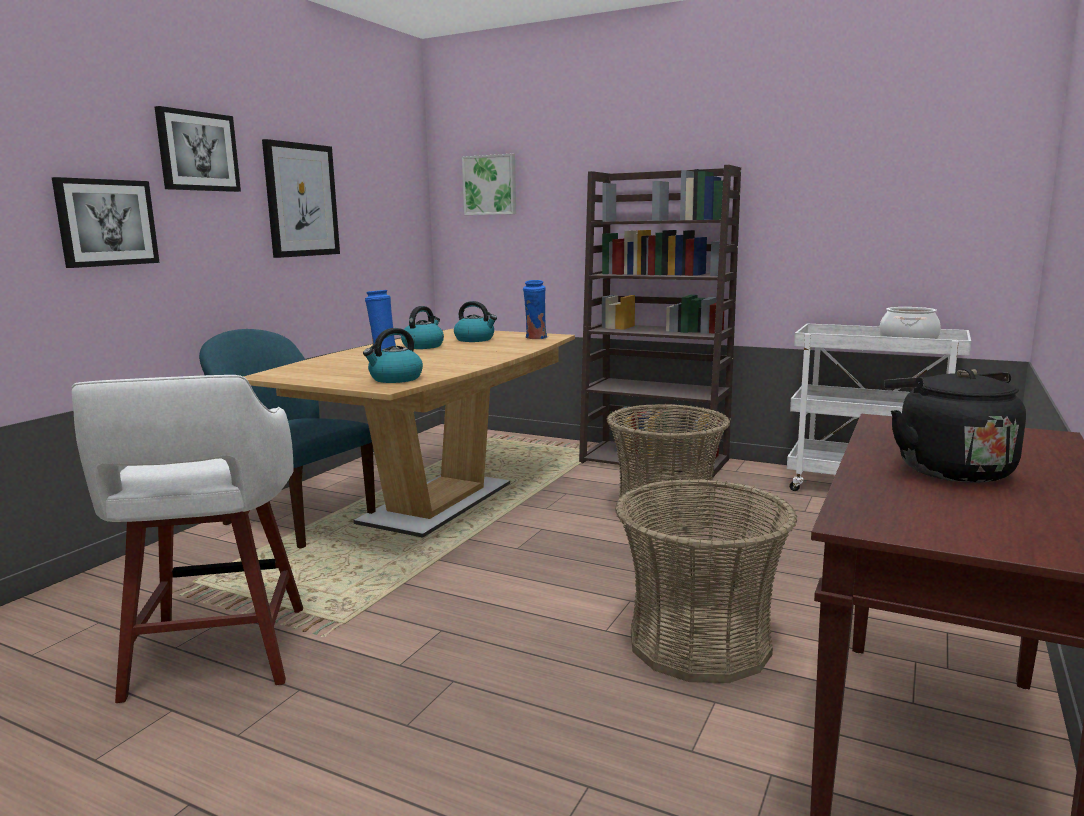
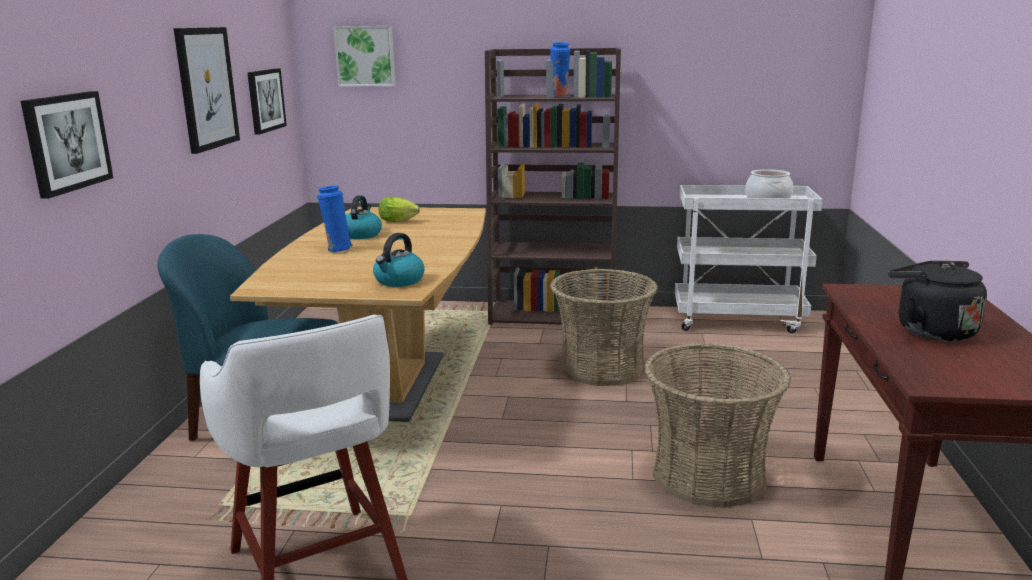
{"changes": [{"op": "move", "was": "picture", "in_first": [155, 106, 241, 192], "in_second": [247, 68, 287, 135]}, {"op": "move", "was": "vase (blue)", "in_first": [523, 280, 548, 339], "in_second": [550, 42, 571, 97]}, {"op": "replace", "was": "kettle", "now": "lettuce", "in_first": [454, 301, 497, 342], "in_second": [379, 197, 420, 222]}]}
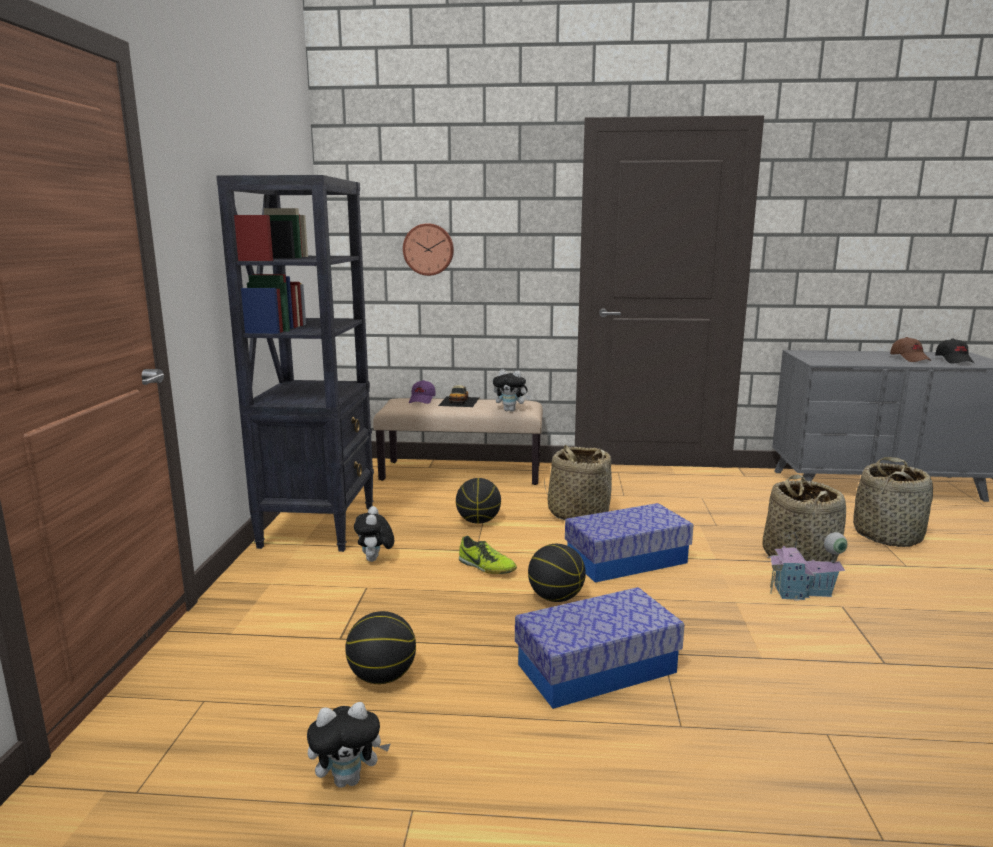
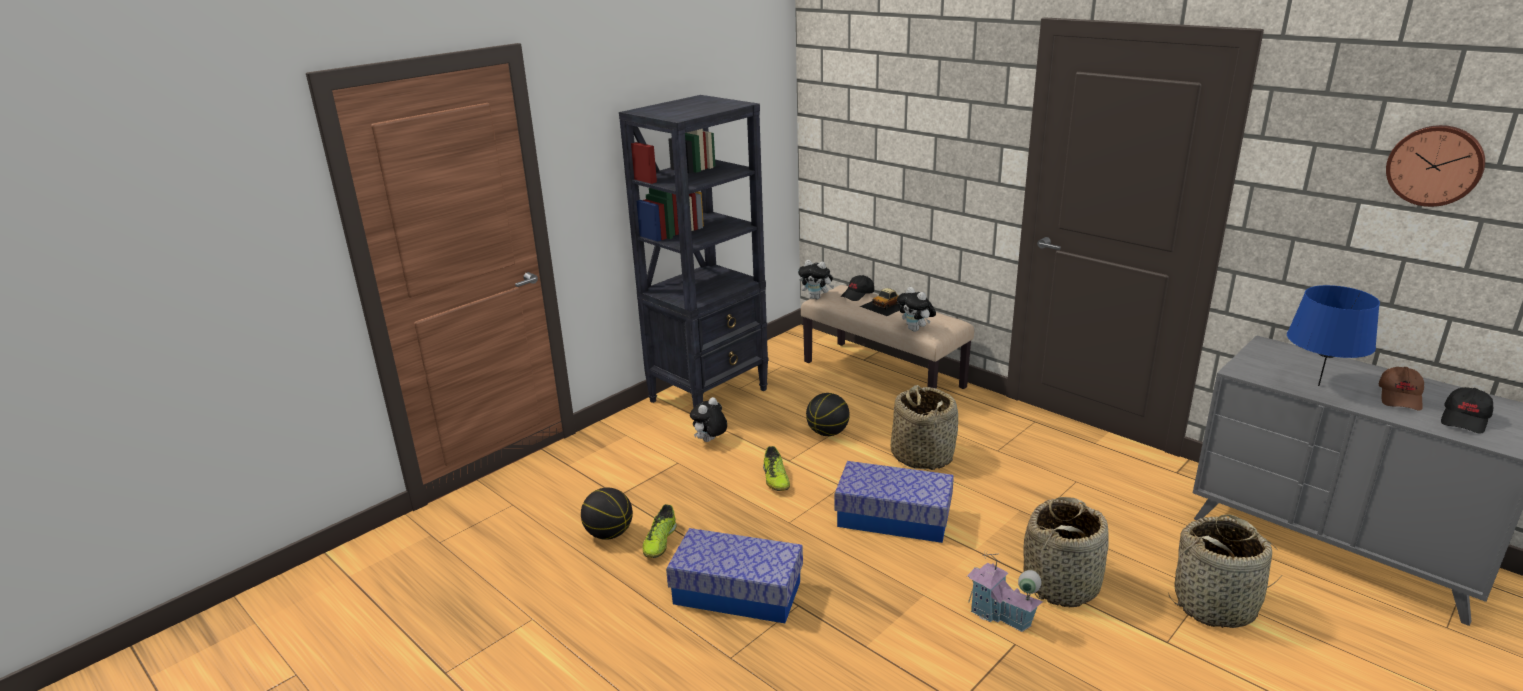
{"changes": [{"op": "delete", "was": "basketball", "in_first": [528, 544, 586, 602]}, {"op": "insert", "now": "shoe", "in_second": [642, 504, 677, 558]}, {"op": "insert", "now": "table lamp (blue)", "in_second": [1287, 285, 1380, 386]}, {"op": "move", "was": "plush toy", "in_first": [307, 702, 391, 788], "in_second": [798, 260, 834, 299]}, {"op": "move", "was": "wall clock", "in_first": [403, 223, 454, 276], "in_second": [1386, 125, 1485, 207]}, {"op": "recolor", "was": "cap (purple)", "now": "cap (black)", "in_first": [409, 380, 436, 404], "in_second": [841, 275, 874, 301]}]}
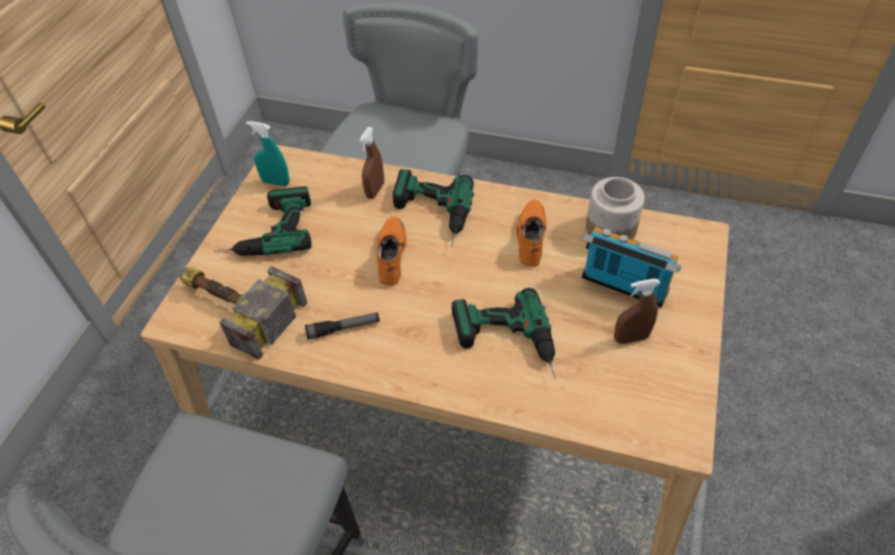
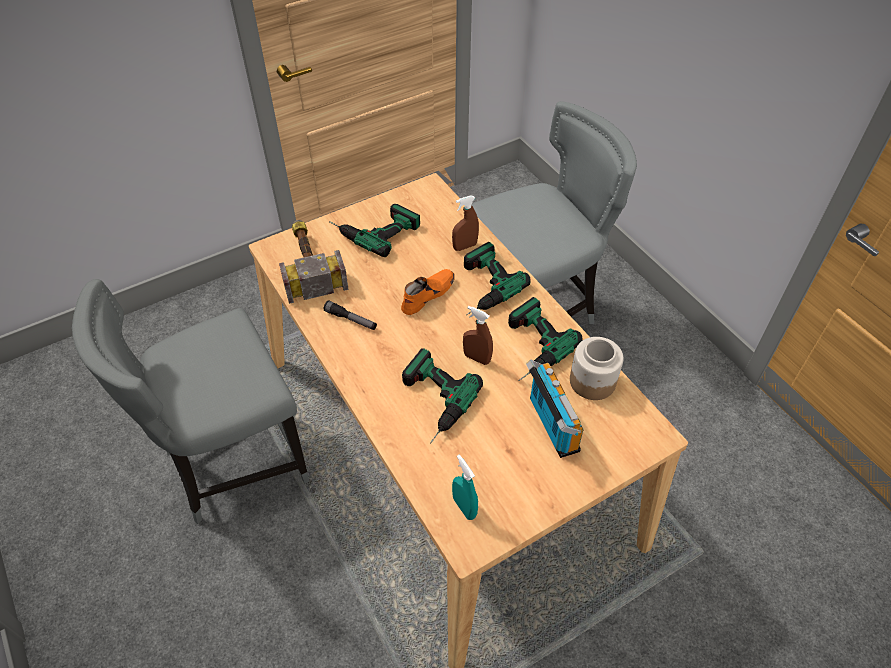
{"changes": [{"op": "move", "was": "spray bottle (turquoise)", "in_first": [246, 121, 290, 186], "in_second": [452, 454, 478, 520]}, {"op": "move", "was": "spray bottle (brown)", "in_first": [614, 279, 660, 344], "in_second": [463, 306, 493, 365]}, {"op": "replace", "was": "shoe (orange)", "now": "power drill", "in_first": [517, 199, 546, 267], "in_second": [508, 297, 583, 381]}]}
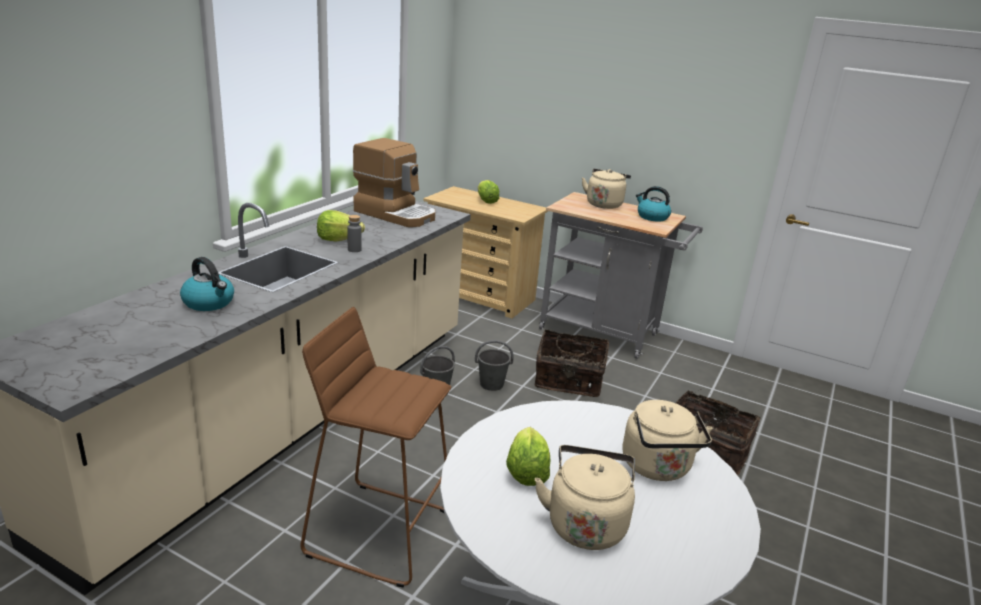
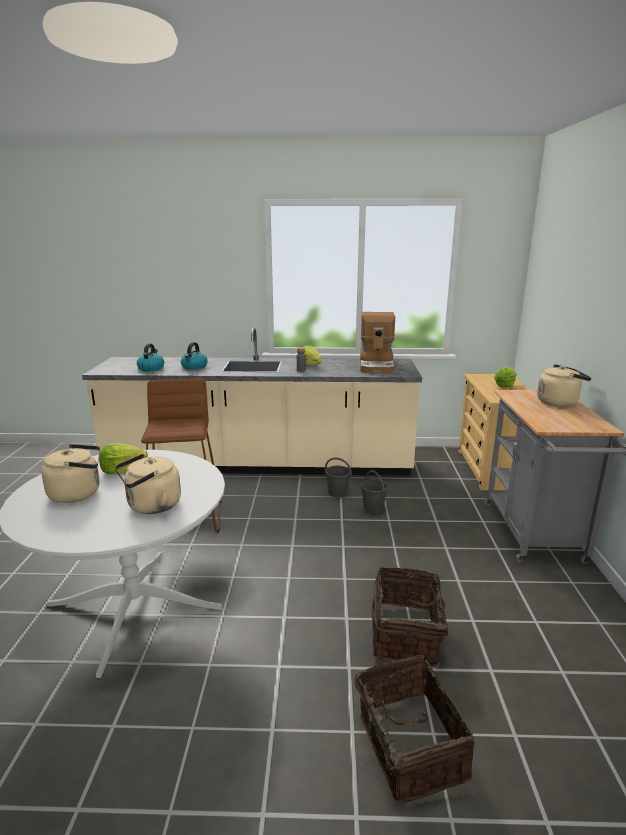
{"changes": [{"op": "move", "was": "basket", "in_first": [535, 329, 609, 397], "in_second": [355, 654, 474, 804]}, {"op": "move", "was": "kettle", "in_first": [636, 186, 671, 222], "in_second": [137, 344, 164, 371]}]}
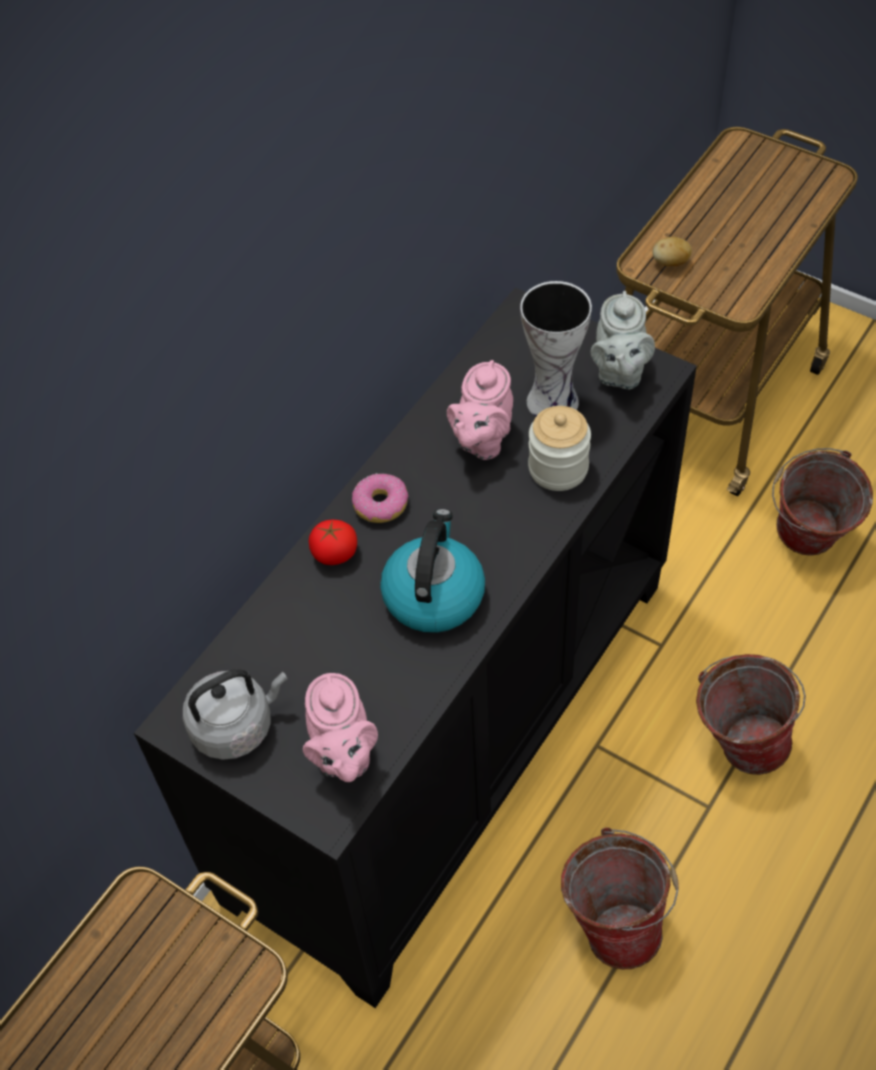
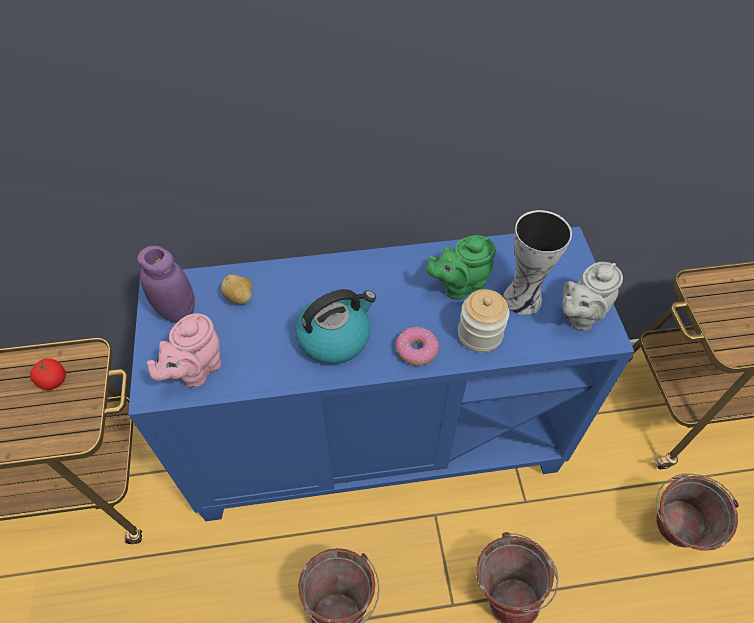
{"changes": [{"op": "move", "was": "tomato", "in_first": [309, 520, 357, 565], "in_second": [30, 358, 66, 390]}, {"op": "move", "was": "donut", "in_first": [352, 473, 409, 523], "in_second": [396, 327, 439, 366]}, {"op": "move", "was": "potato", "in_first": [652, 237, 692, 266], "in_second": [221, 275, 252, 305]}, {"op": "replace", "was": "kettle (grey)", "now": "jar (purple)", "in_first": [183, 669, 288, 760], "in_second": [137, 246, 195, 323]}, {"op": "recolor", "was": "cabinet (black)", "now": "cabinet (blue)", "in_first": [134, 288, 697, 1008], "in_second": [128, 227, 634, 521]}, {"op": "recolor", "was": "teapot (pink)", "now": "teapot (green)", "in_first": [447, 360, 513, 460], "in_second": [426, 235, 496, 300]}]}
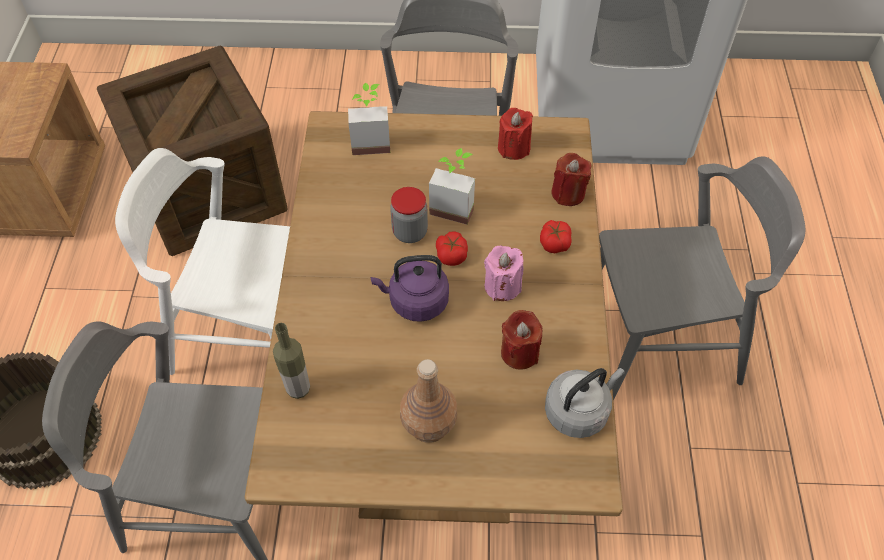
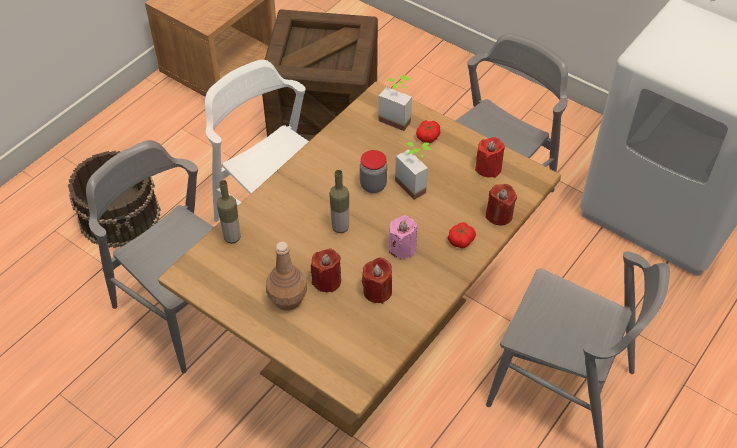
{"changes": [{"op": "delete", "was": "kettle (grey)", "in_first": [545, 368, 625, 438]}, {"op": "insert", "now": "candle (red)", "in_second": [311, 248, 341, 292]}, {"op": "move", "was": "tomato", "in_first": [436, 232, 468, 266], "in_second": [416, 120, 441, 143]}, {"op": "replace", "was": "kettle (purple)", "now": "bottle", "in_first": [371, 255, 449, 322], "in_second": [329, 170, 349, 233]}]}
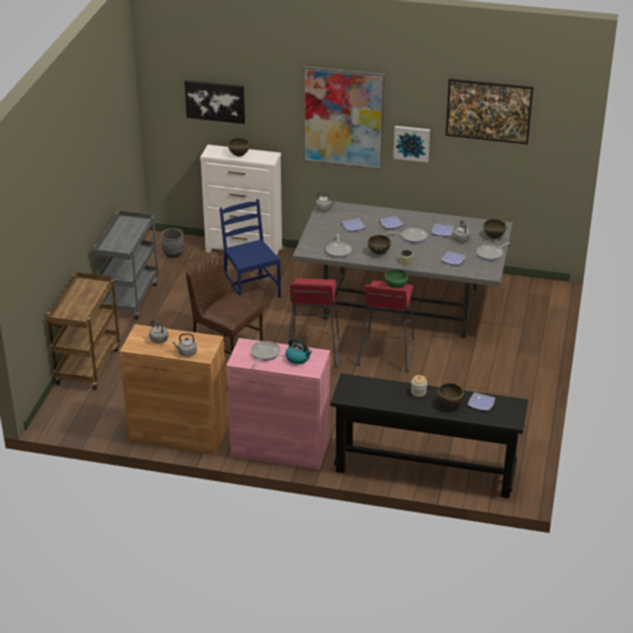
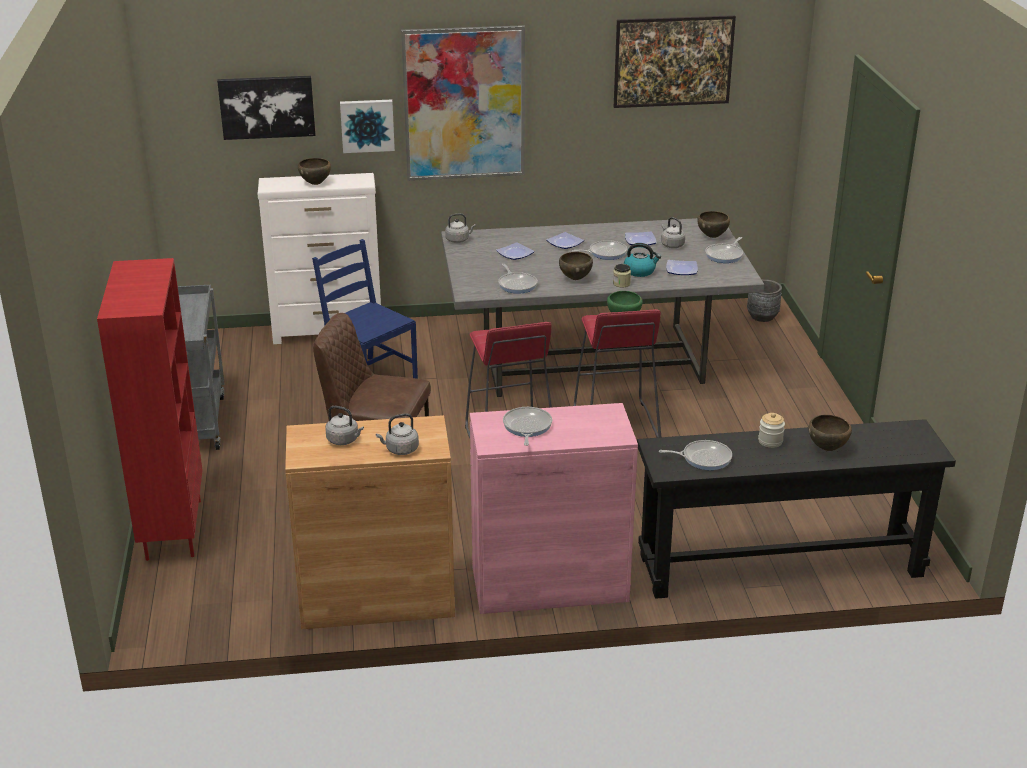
{"changes": [{"op": "delete", "was": "plate", "in_first": [468, 392, 495, 411]}, {"op": "insert", "now": "frying pan", "in_second": [659, 440, 732, 470]}, {"op": "move", "was": "planter (grey)", "in_first": [161, 228, 184, 258], "in_second": [747, 279, 782, 322]}, {"op": "move", "was": "kettle", "in_first": [285, 338, 312, 364], "in_second": [624, 243, 661, 277]}, {"op": "move", "was": "picture", "in_first": [393, 126, 430, 163], "in_second": [340, 99, 395, 153]}, {"op": "replace", "was": "cart (brown)", "now": "bookcase (red)", "in_first": [47, 272, 120, 390], "in_second": [97, 258, 203, 561]}]}
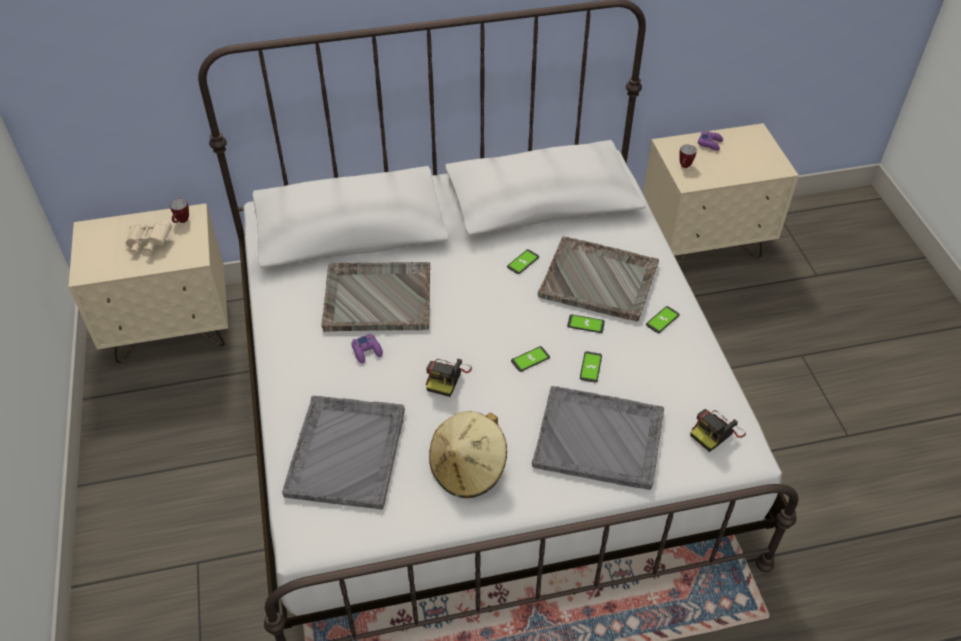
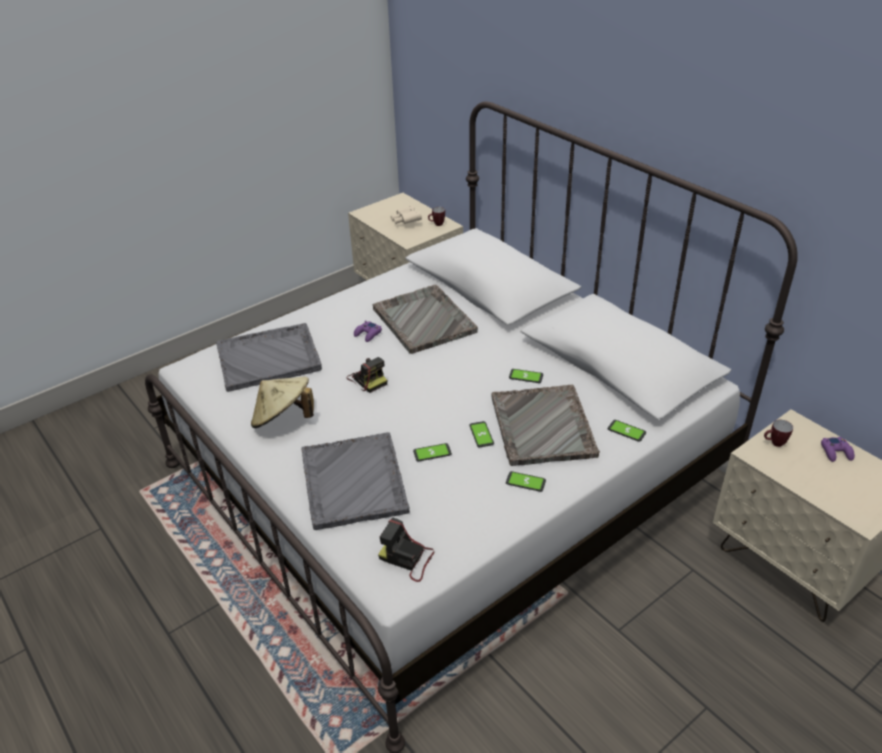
{"changes": [{"op": "move", "was": "phone", "in_first": [511, 346, 550, 372], "in_second": [608, 420, 646, 442]}, {"op": "rotate", "was": "photo camera", "in_first": [426, 359, 472, 397], "in_second": [347, 357, 387, 393], "clockwise": -120}]}
